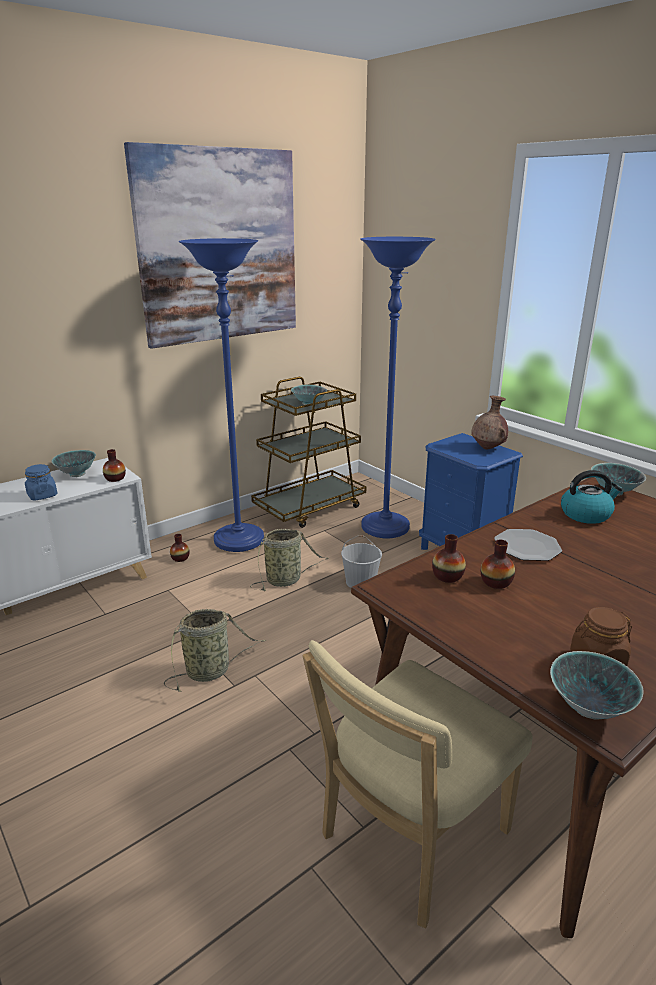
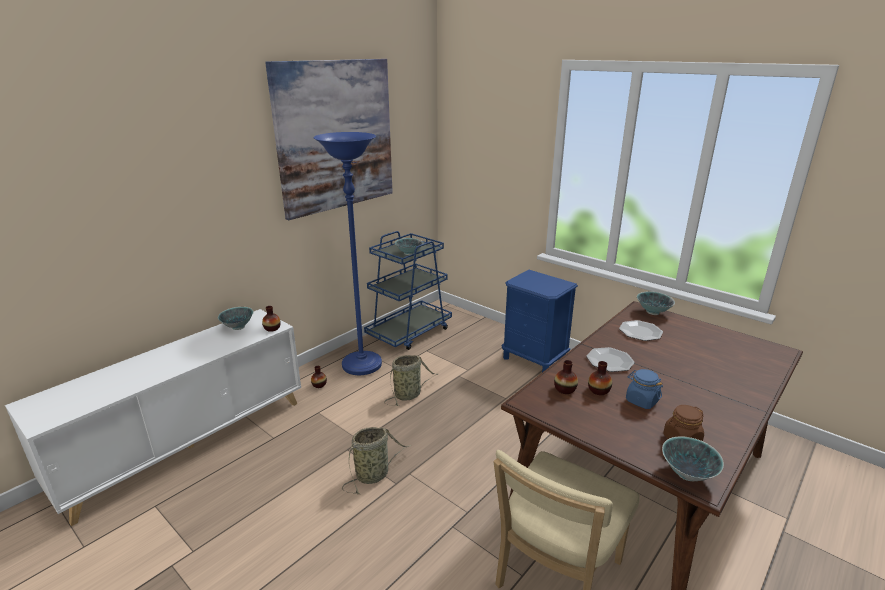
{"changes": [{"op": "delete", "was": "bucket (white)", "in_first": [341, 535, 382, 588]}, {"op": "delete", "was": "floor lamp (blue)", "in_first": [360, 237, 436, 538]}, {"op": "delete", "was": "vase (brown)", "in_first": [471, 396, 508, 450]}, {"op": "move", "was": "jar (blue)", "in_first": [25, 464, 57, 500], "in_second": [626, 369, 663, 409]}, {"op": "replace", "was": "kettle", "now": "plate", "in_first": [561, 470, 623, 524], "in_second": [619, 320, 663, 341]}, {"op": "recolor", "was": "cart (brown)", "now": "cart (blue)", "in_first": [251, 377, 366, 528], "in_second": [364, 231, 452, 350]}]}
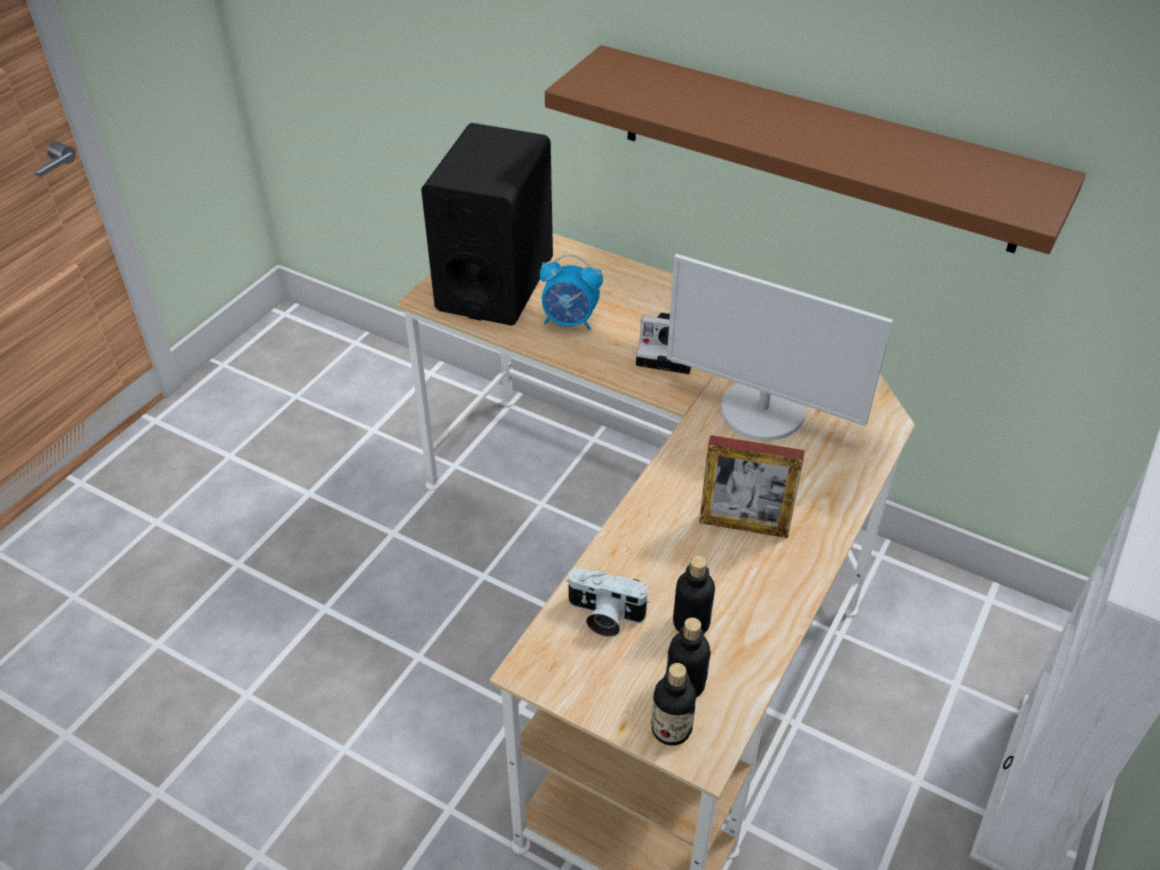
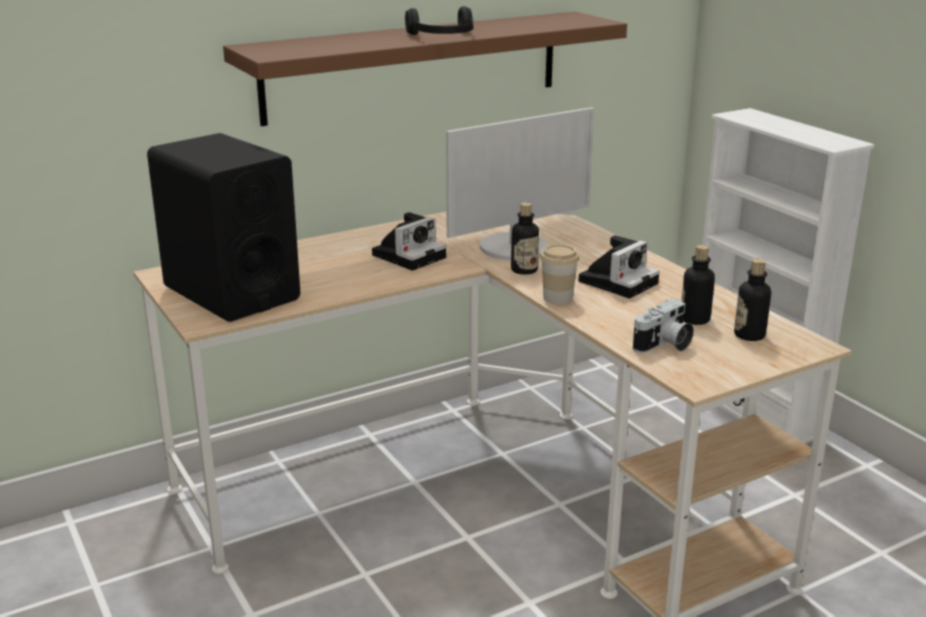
{"changes": [{"op": "delete", "was": "alarm clock", "in_first": [540, 254, 603, 330]}, {"op": "insert", "now": "headphones (black)", "in_second": [405, 6, 473, 35]}, {"op": "insert", "now": "cup", "in_second": [540, 244, 580, 305]}, {"op": "move", "was": "bottle", "in_first": [651, 663, 696, 746], "in_second": [511, 202, 539, 275]}, {"op": "replace", "was": "picture frame", "now": "photo camera", "in_first": [699, 435, 805, 538], "in_second": [578, 235, 660, 299]}]}
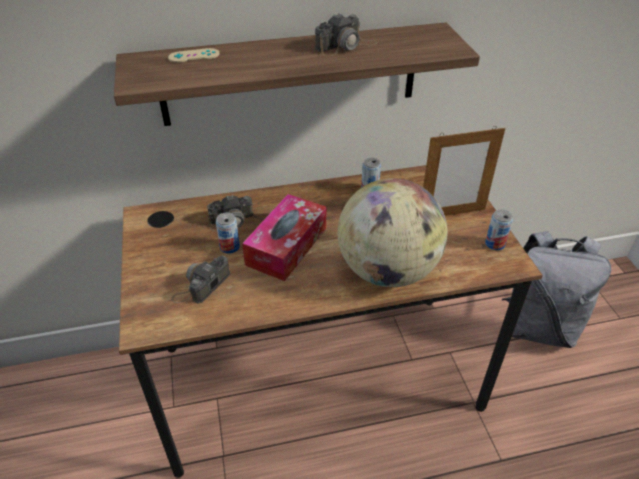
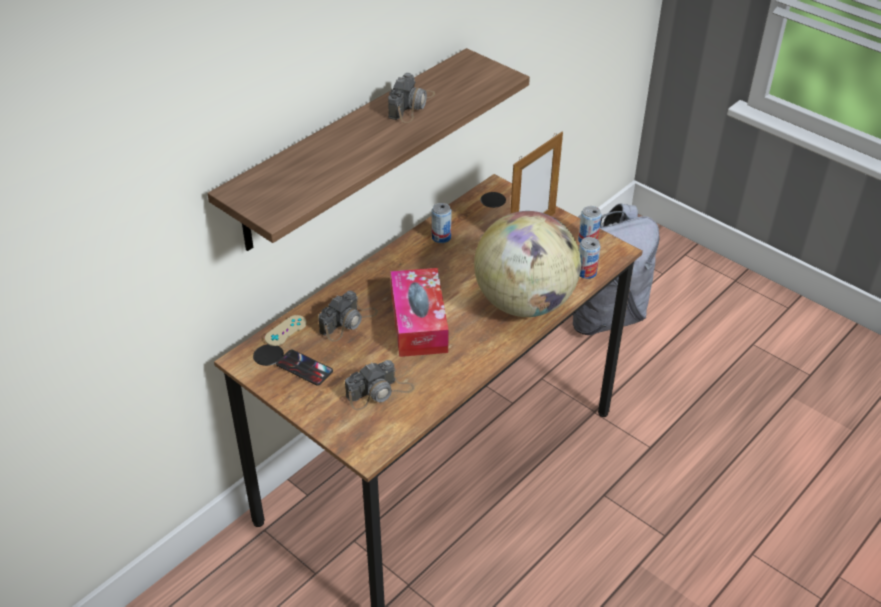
{"changes": [{"op": "insert", "now": "phone", "in_second": [276, 349, 333, 386]}, {"op": "move", "was": "game controller (beige)", "in_first": [168, 48, 219, 63], "in_second": [265, 315, 307, 346]}, {"op": "move", "was": "can", "in_first": [216, 212, 240, 253], "in_second": [579, 237, 601, 279]}, {"op": "rotate", "was": "photo camera", "in_first": [171, 255, 230, 304], "in_second": [345, 360, 415, 410], "clockwise": -120}]}
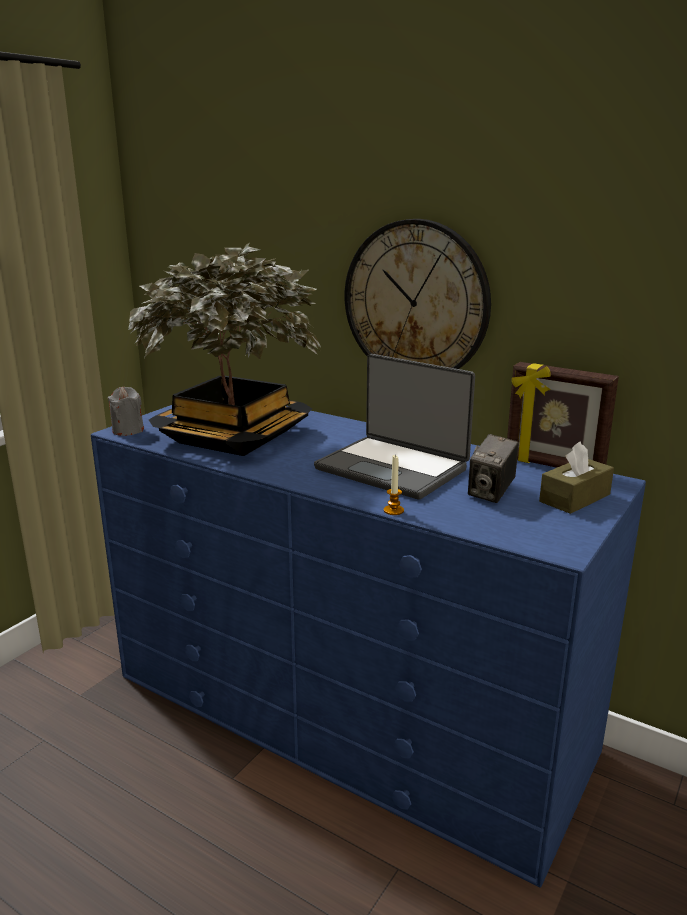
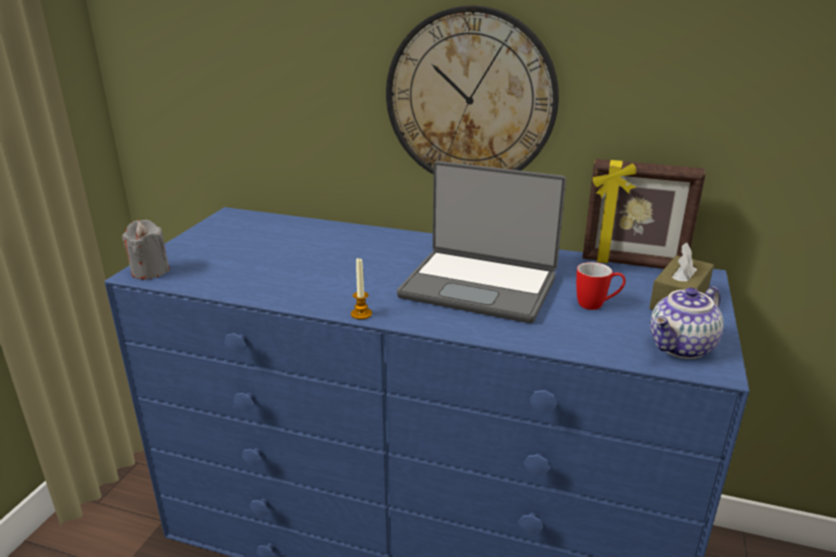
{"changes": [{"op": "delete", "was": "potted plant", "in_first": [128, 243, 321, 456]}, {"op": "insert", "now": "teapot", "in_second": [650, 286, 723, 359]}, {"op": "move", "was": "candle", "in_first": [384, 454, 404, 515], "in_second": [351, 258, 372, 320]}, {"op": "replace", "was": "photo camera", "now": "mug", "in_first": [468, 434, 519, 503], "in_second": [576, 262, 626, 310]}]}
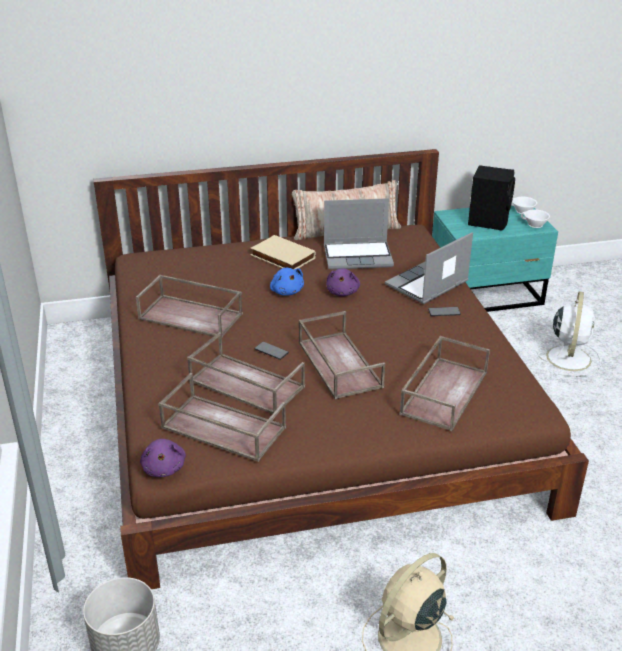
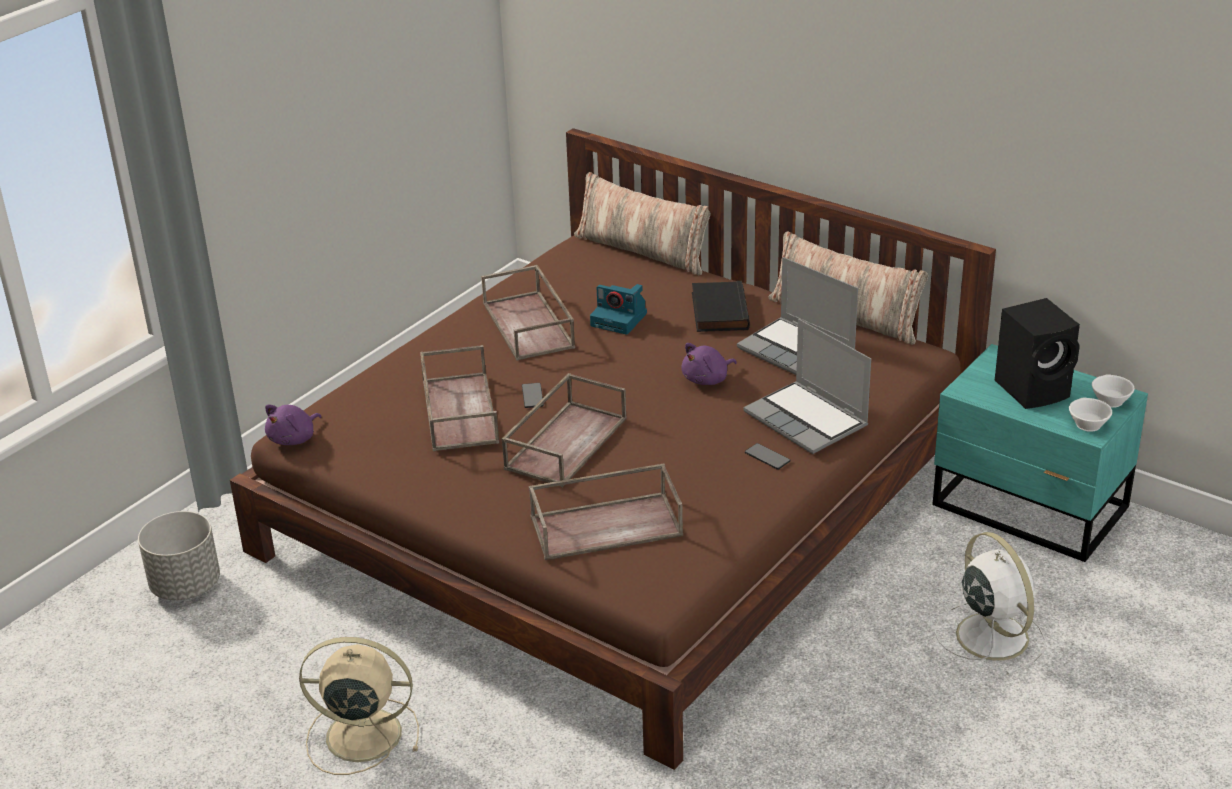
{"changes": [{"op": "delete", "was": "tray (brown)", "in_first": [158, 373, 286, 462]}, {"op": "delete", "was": "plush toy (blue)", "in_first": [270, 268, 304, 296]}, {"op": "insert", "now": "pillow", "in_second": [574, 172, 711, 275]}, {"op": "insert", "now": "photo camera", "in_second": [590, 284, 647, 335]}, {"op": "recolor", "was": "book (beige)", "now": "book (black)", "in_first": [250, 235, 316, 270], "in_second": [692, 281, 750, 332]}, {"op": "rotate", "was": "laptop", "in_first": [385, 232, 473, 304], "in_second": [743, 319, 871, 454], "clockwise": -135}, {"op": "rotate", "was": "fan (white)", "in_first": [537, 291, 601, 377], "in_second": [935, 532, 1046, 675], "clockwise": -90}]}
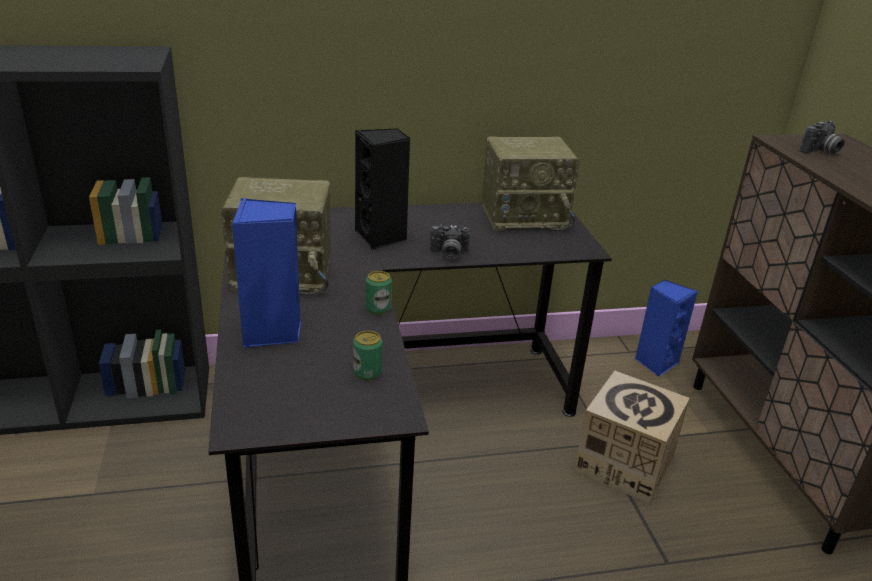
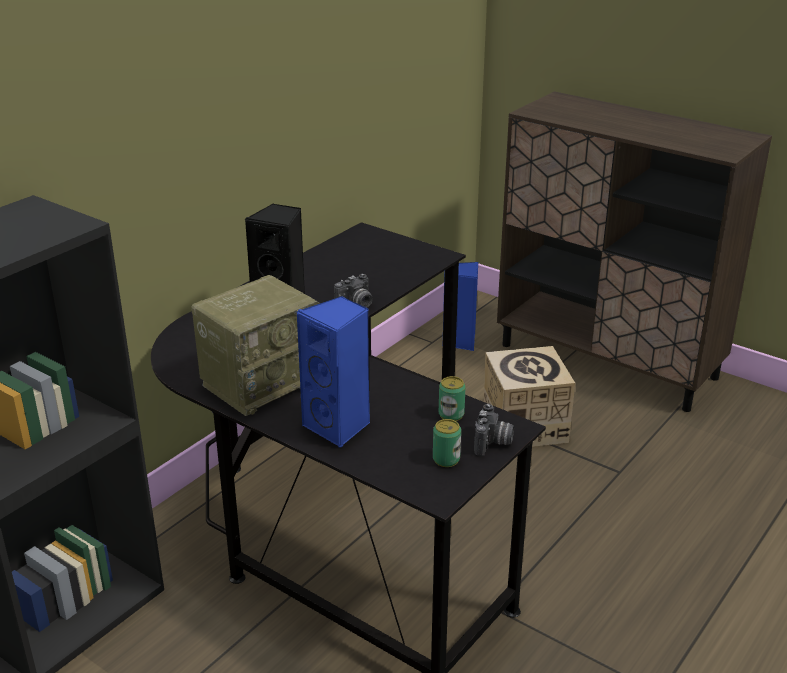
{"changes": [{"op": "delete", "was": "radio", "in_first": [482, 136, 579, 231]}, {"op": "move", "was": "can", "in_first": [366, 271, 392, 315], "in_second": [433, 419, 461, 467]}, {"op": "move", "was": "photo camera", "in_first": [800, 121, 844, 154], "in_second": [474, 404, 514, 456]}]}
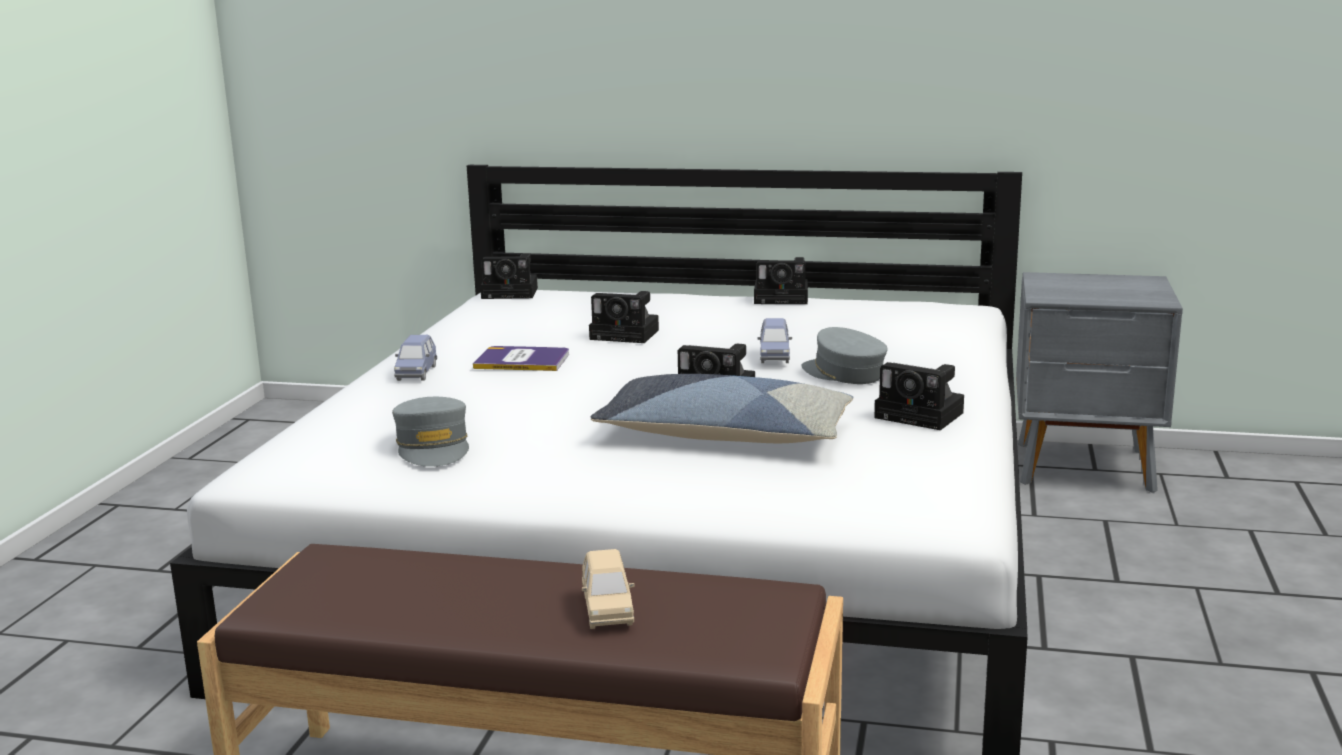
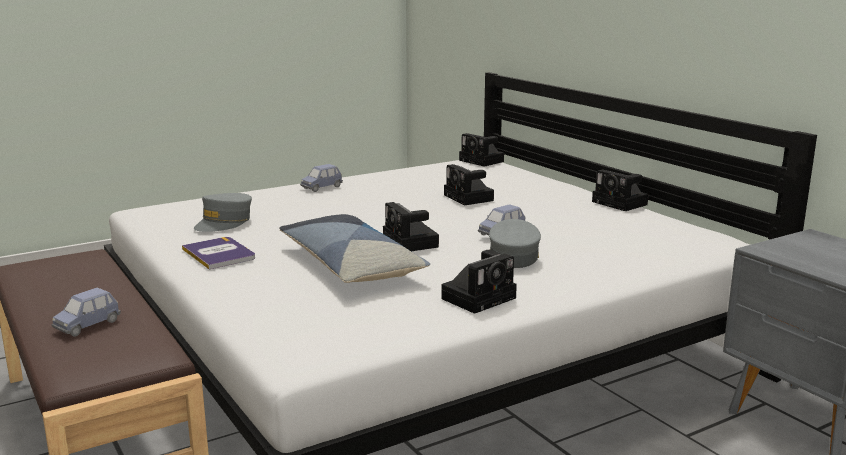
{"changes": [{"op": "move", "was": "book", "in_first": [473, 346, 569, 371], "in_second": [182, 237, 255, 270]}, {"op": "recolor", "was": "toy car (beige)", "now": "toy car (blue)", "in_first": [582, 549, 634, 629], "in_second": [51, 287, 121, 337]}, {"op": "rotate", "was": "photo camera", "in_first": [874, 362, 964, 430], "in_second": [441, 250, 517, 314], "clockwise": -120}]}
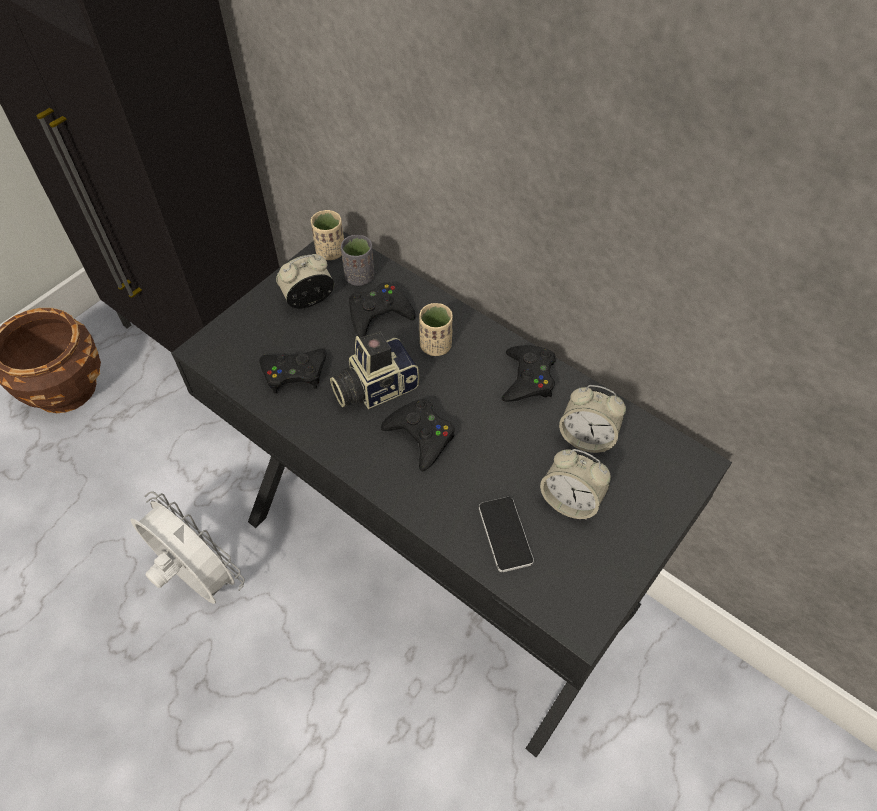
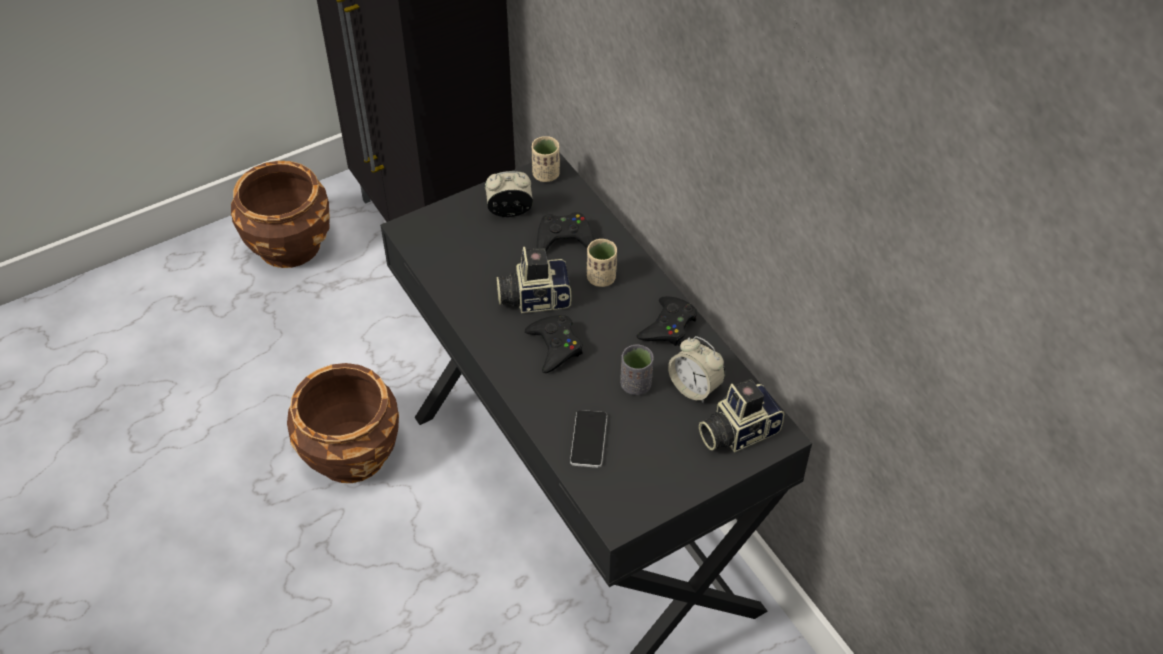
{"changes": [{"op": "delete", "was": "game controller (black)", "in_first": [259, 349, 326, 393]}, {"op": "delete", "was": "alarm clock", "in_first": [540, 449, 611, 519]}, {"op": "insert", "now": "photo camera", "in_second": [699, 379, 784, 452]}, {"op": "move", "was": "cup (grey)", "in_first": [341, 235, 374, 286], "in_second": [620, 344, 654, 395]}, {"op": "replace", "was": "fan (white)", "now": "planter (brown)", "in_first": [130, 491, 245, 604], "in_second": [287, 363, 399, 483]}]}
